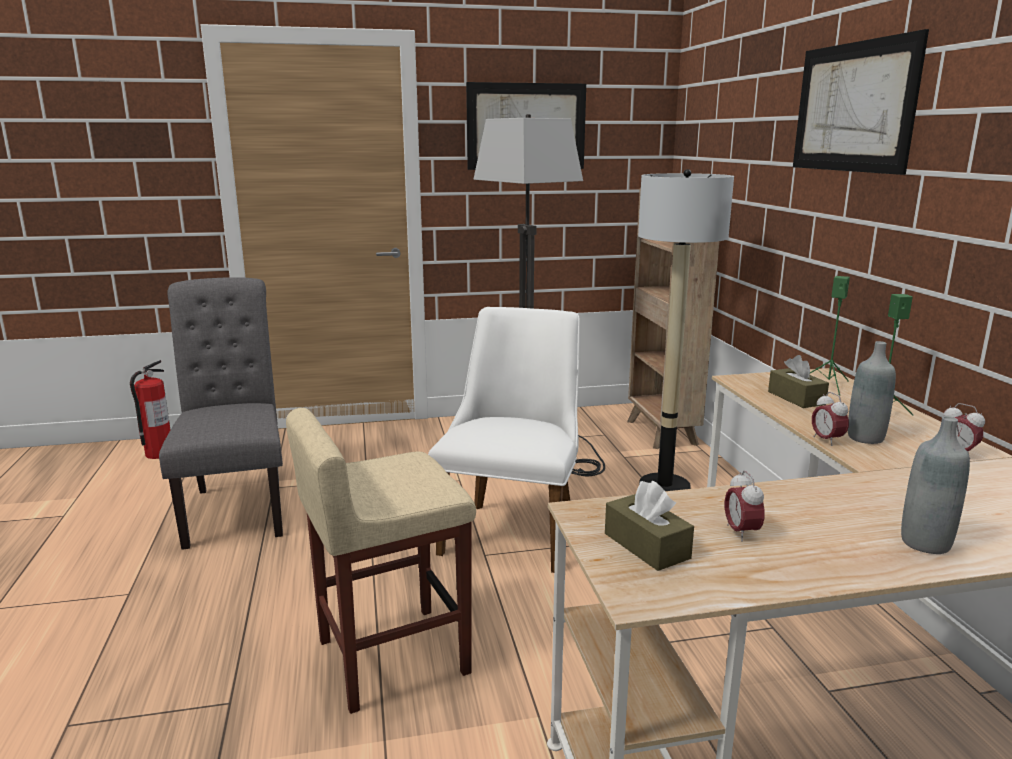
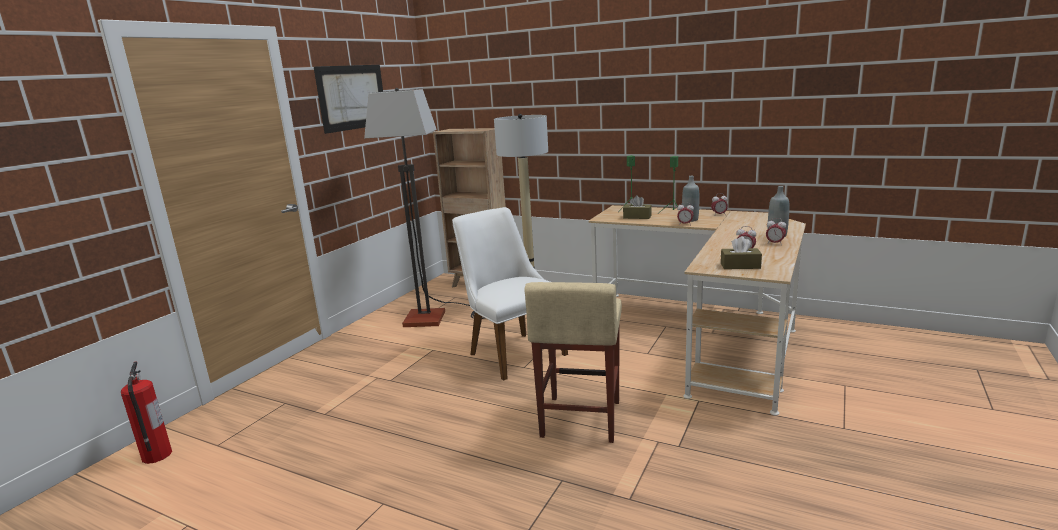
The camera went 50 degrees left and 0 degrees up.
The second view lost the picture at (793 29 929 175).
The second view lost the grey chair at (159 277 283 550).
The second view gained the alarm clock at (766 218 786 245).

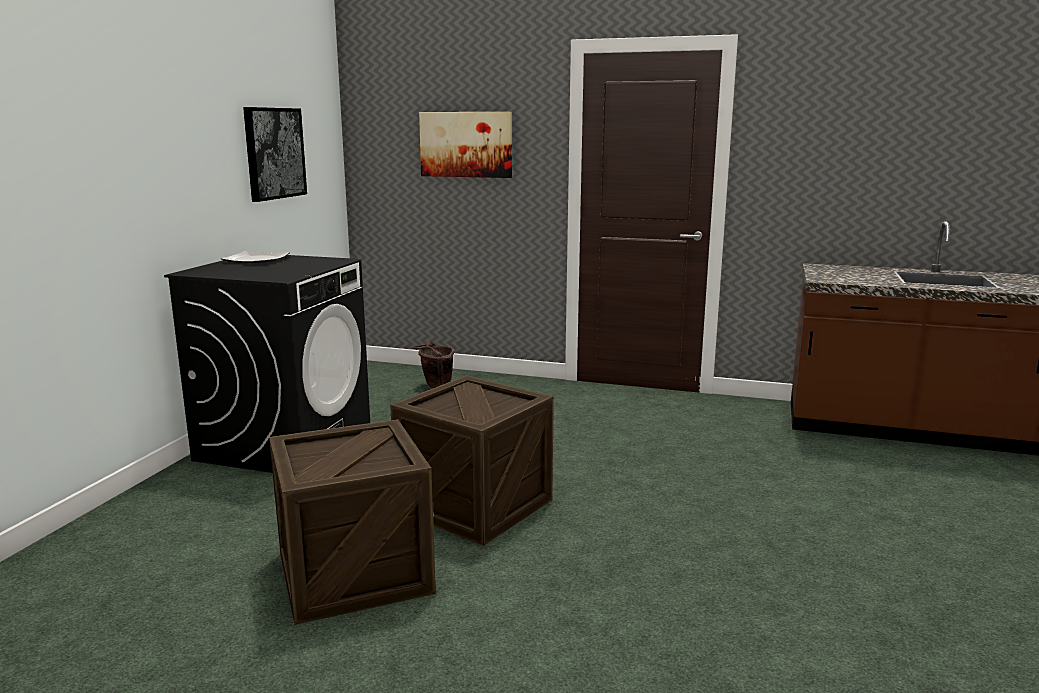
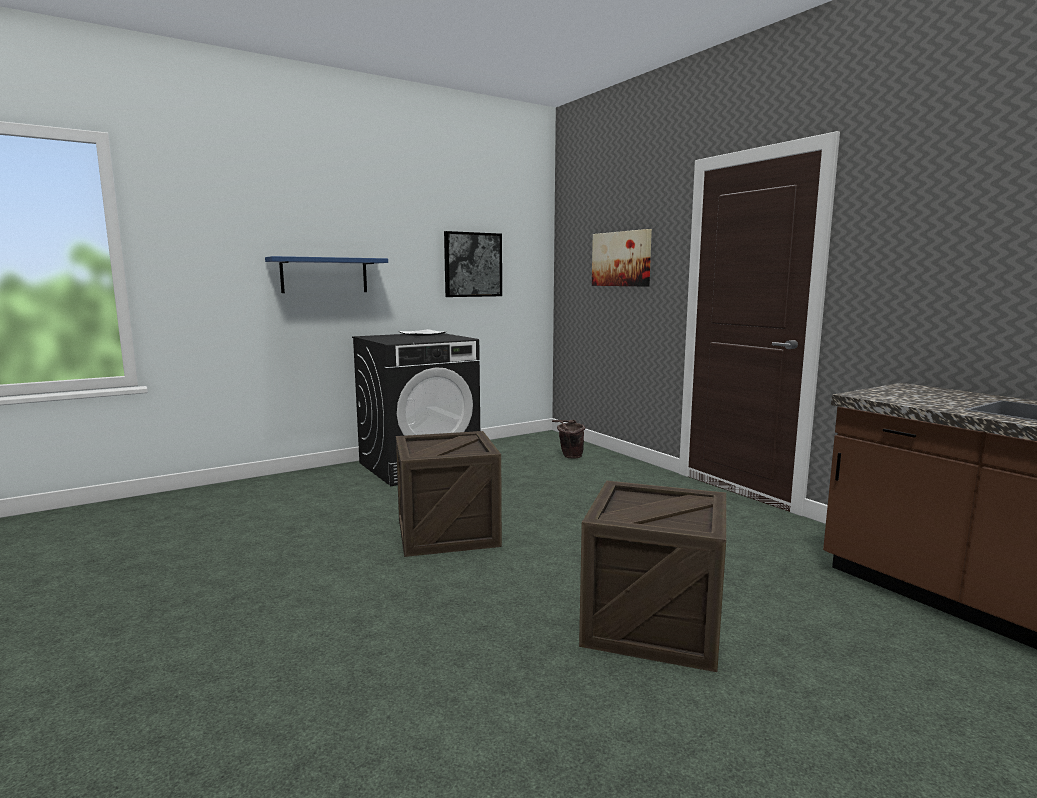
The camera went 40 degrees right and 5 degrees down.
The crate ended up elsewhere, having gone from (269 419 436 625) to (579 481 726 672).
The second view gained the blue shelf at (265 256 388 293).

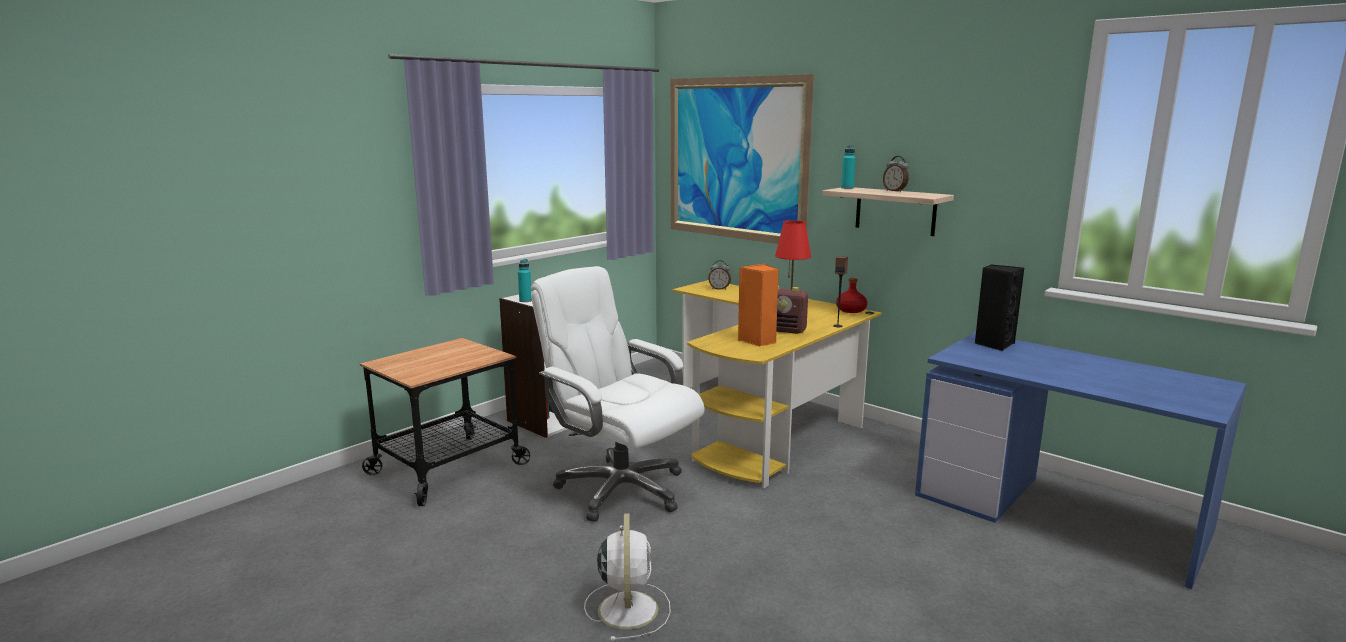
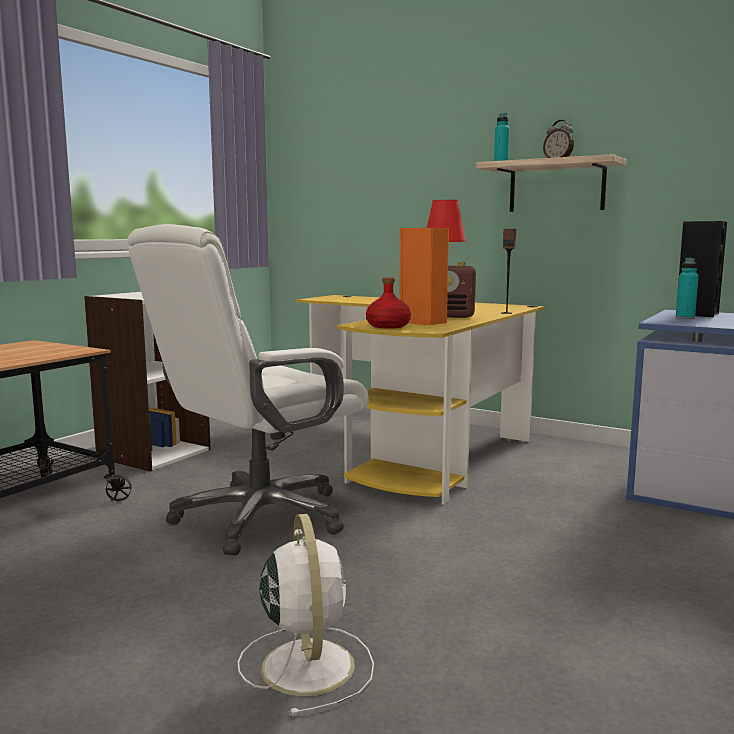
The camera went 10 degrees left and 5 degrees down.
The second view lost the picture at (671 74 814 244).
The turquoise bottle ended up elsewhere, having gone from (518 259 532 302) to (676 258 699 319).
The second view lost the alarm clock at (708 260 731 290).
The white office chair at (531 266 704 522) ended up facing another way, 75 degrees counterclockwise from before.
The red bottle ended up elsewhere, having gone from (836 278 867 313) to (366 277 411 329).

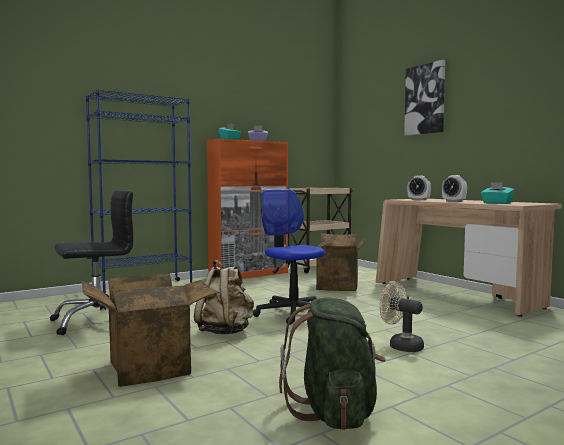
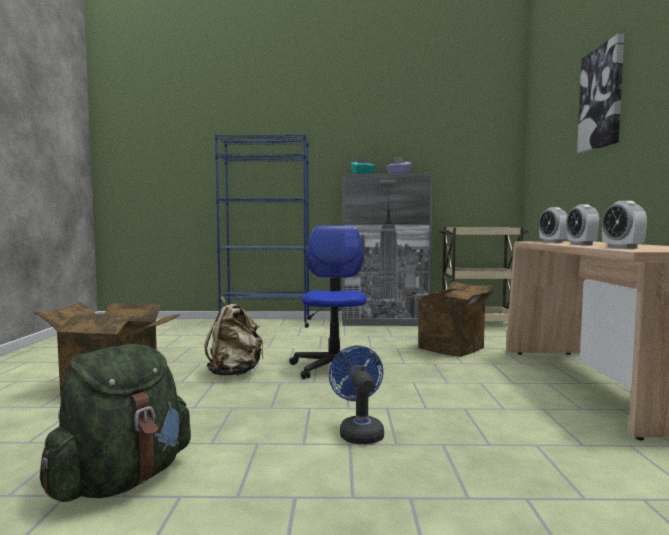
The camera went 35 degrees right and 0 degrees up.
What was the orange cabinet at (207 139 288 279) turned into the grey cabinet at (342 174 433 326).
Where the turquoise tissue box stood at (481 182 515 204), the alarm clock came to stand at (602 201 647 249).
The second view lost the black office chair at (50 190 133 335).
What was the beige fan at (379 282 424 352) turned into the blue fan at (329 345 384 445).

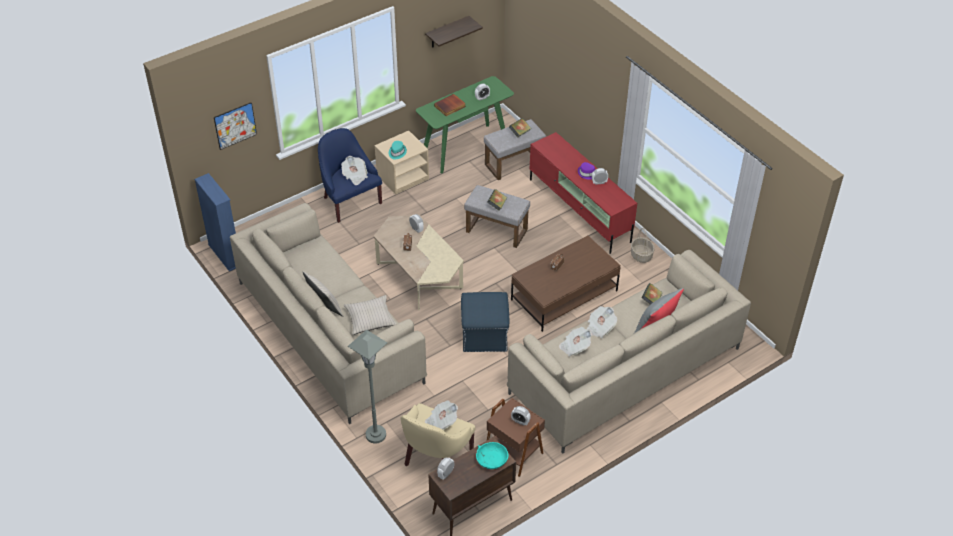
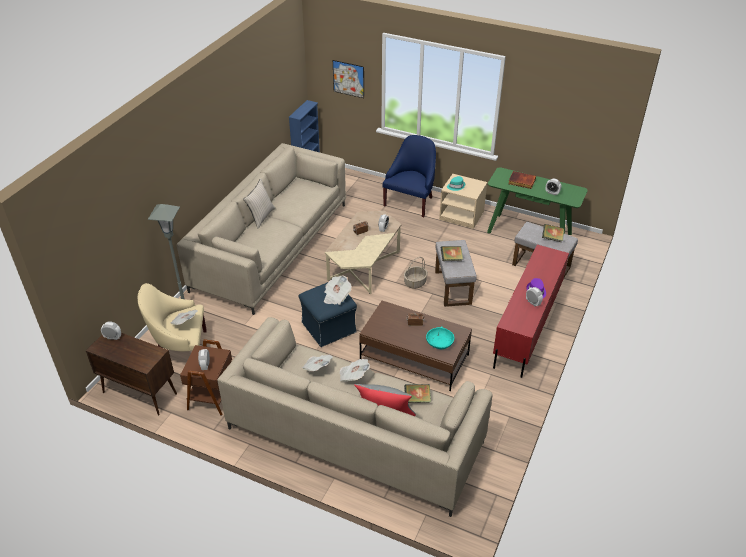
The camera went 60 degrees right and 5 degrees down.
The second view lost the shelf at (425 16 483 48).
The newspaper ended up elsewhere, having gone from (341 156 368 185) to (324 275 352 305).
The basket ended up elsewhere, having gone from (631 228 655 263) to (404 257 428 289).
The second view lost the beige pillow at (344 295 396 335).
The turquoise bowl ended up elsewhere, having gone from (476 442 508 469) to (426 326 454 349).

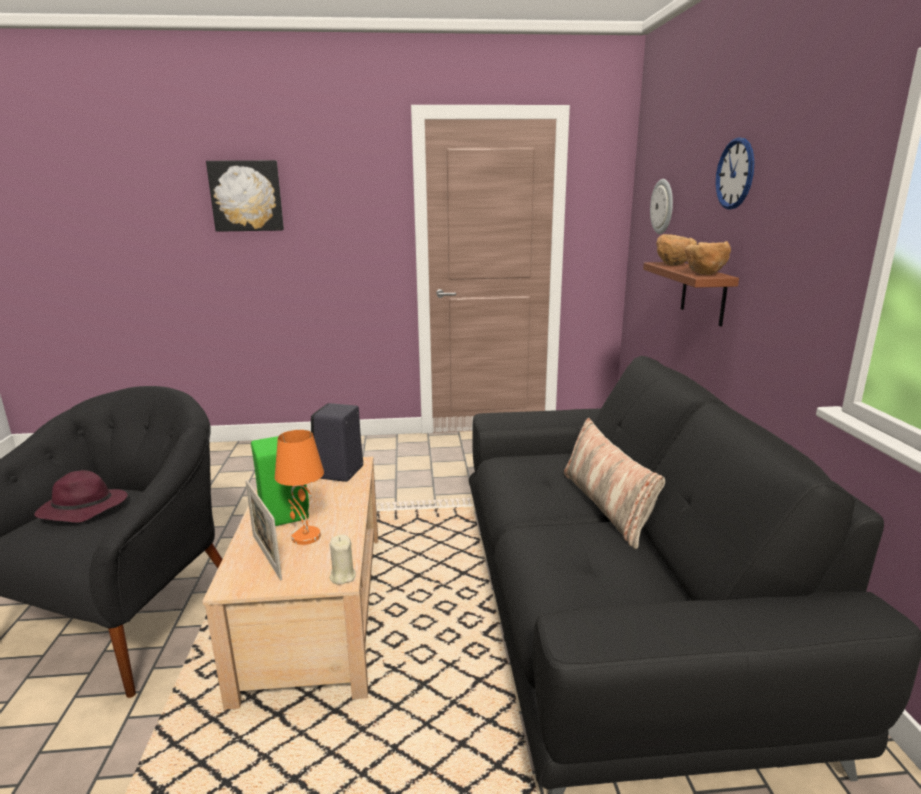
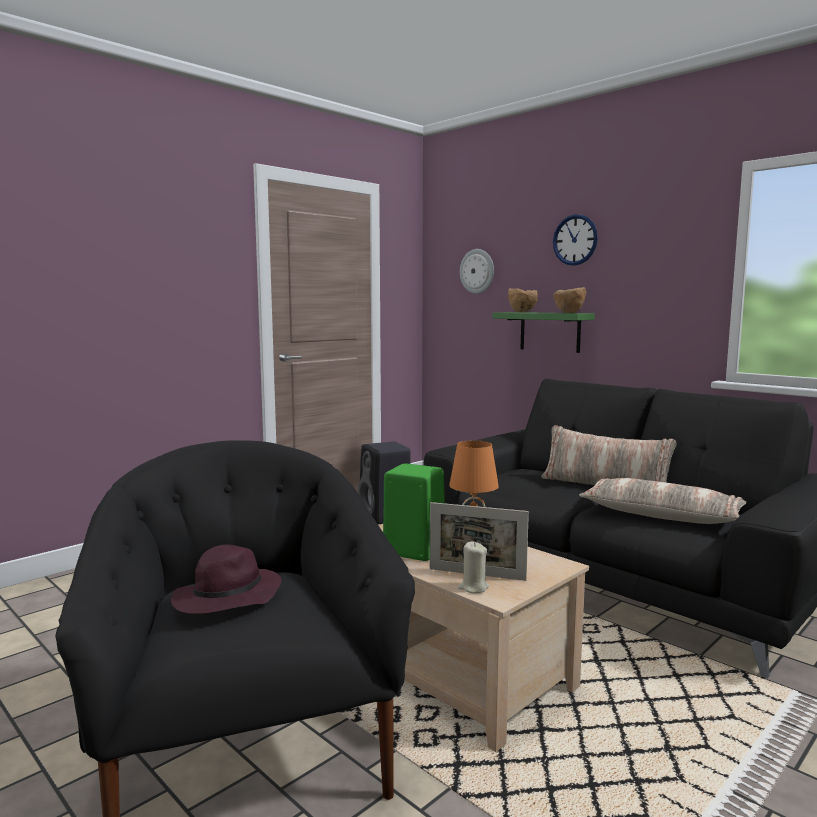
The camera went 40 degrees left and 10 degrees down.
The second view lost the picture at (206 160 284 232).
What was the brown shelf at (643 262 739 327) turned into the green shelf at (492 312 595 353).
The beige candle ended up elsewhere, having gone from (330 535 356 585) to (458 541 489 593).
The second view gained the pillow at (579 478 746 524).

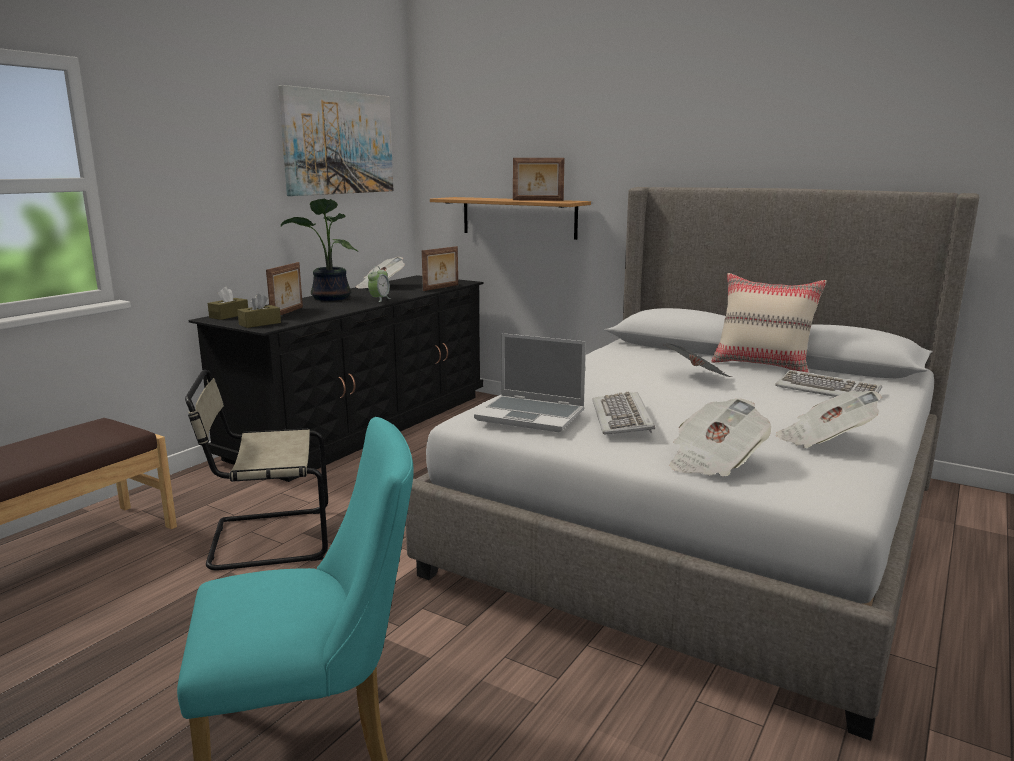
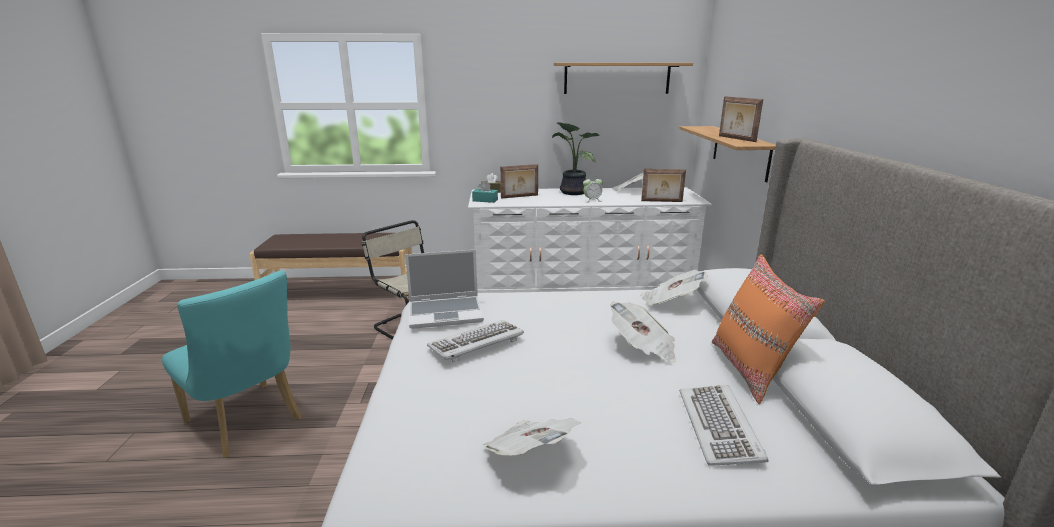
The camera went 55 degrees right and 5 degrees up.
Where the picture hung at (278 85 393 196), the shelf came to hang at (554 63 693 94).
What was the beige pillow at (711 273 827 373) turned into the orange pillow at (712 254 825 404).
What was the black dresser at (189 275 484 482) turned into the white dresser at (468 187 712 293).
What was the brown tissue box at (237 294 281 328) turned into the turquoise tissue box at (472 181 498 203).
The laptop at (474 333 586 432) ended up facing another way, 90 degrees counterclockwise from before.
The newspaper ended up elsewhere, having gone from (669 399 771 476) to (640 270 708 306).

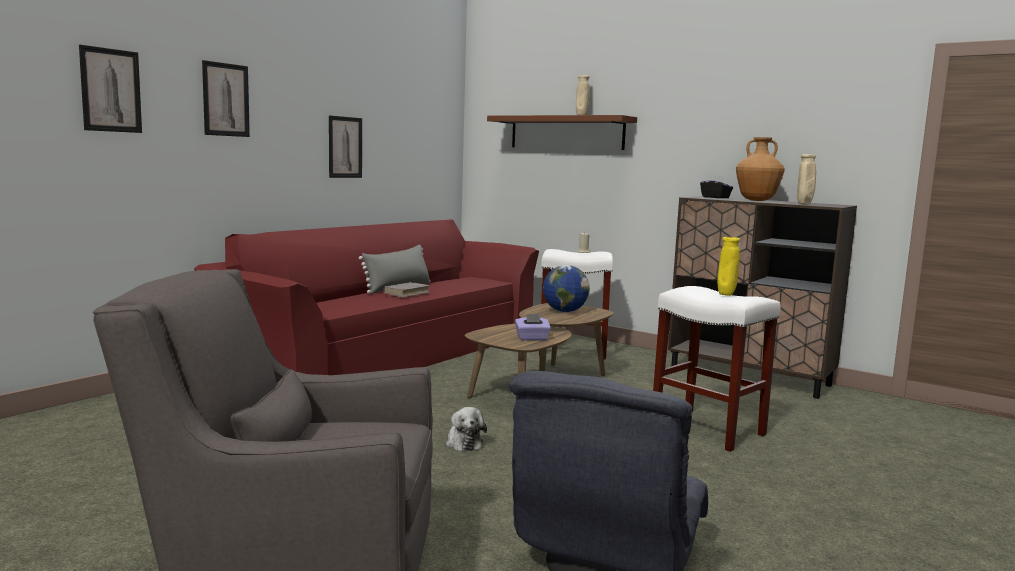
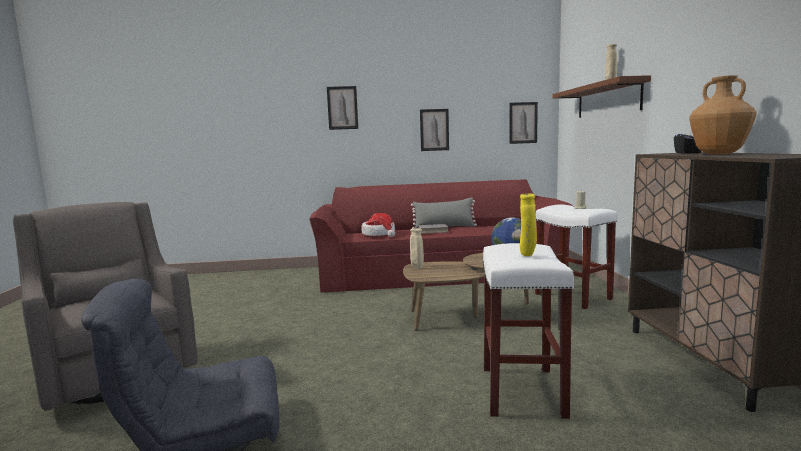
The camera went 50 degrees right and 0 degrees up.
The picture ended up elsewhere, having gone from (79 45 142 133) to (509 102 538 144).
The beige vase ended up elsewhere, having gone from (797 154 816 205) to (410 228 424 269).
The second view lost the purple tissue box at (515 314 551 340).
The second view lost the plush toy at (446 407 487 452).
The second view gained the hat at (362 213 395 237).

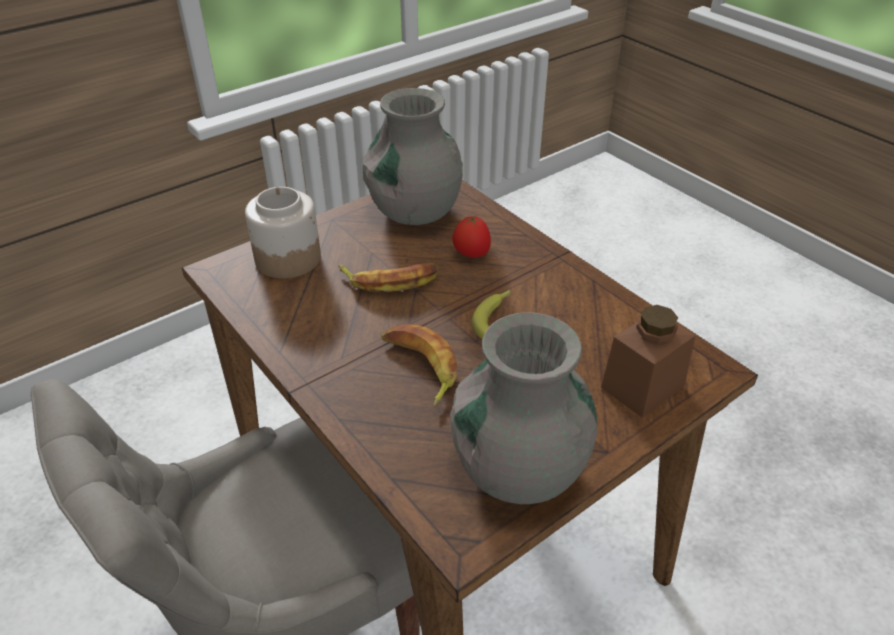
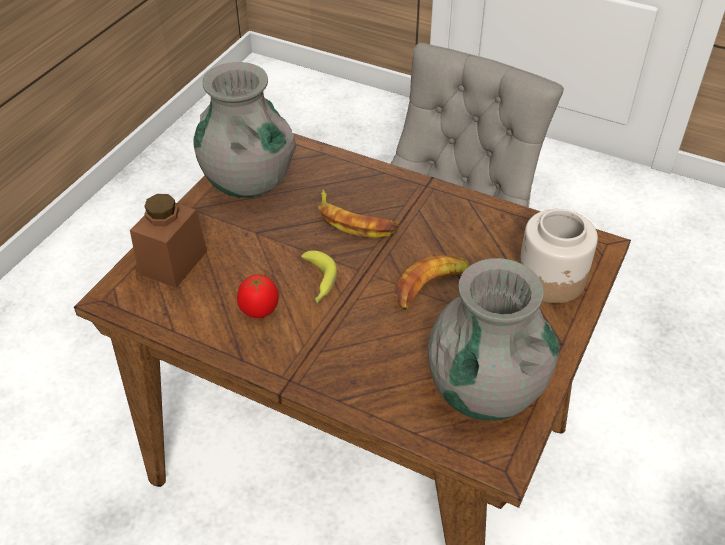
The camera went 155 degrees right and 5 degrees up.
The tomato ended up elsewhere, having gone from (452 216 491 258) to (237 274 279 318).

